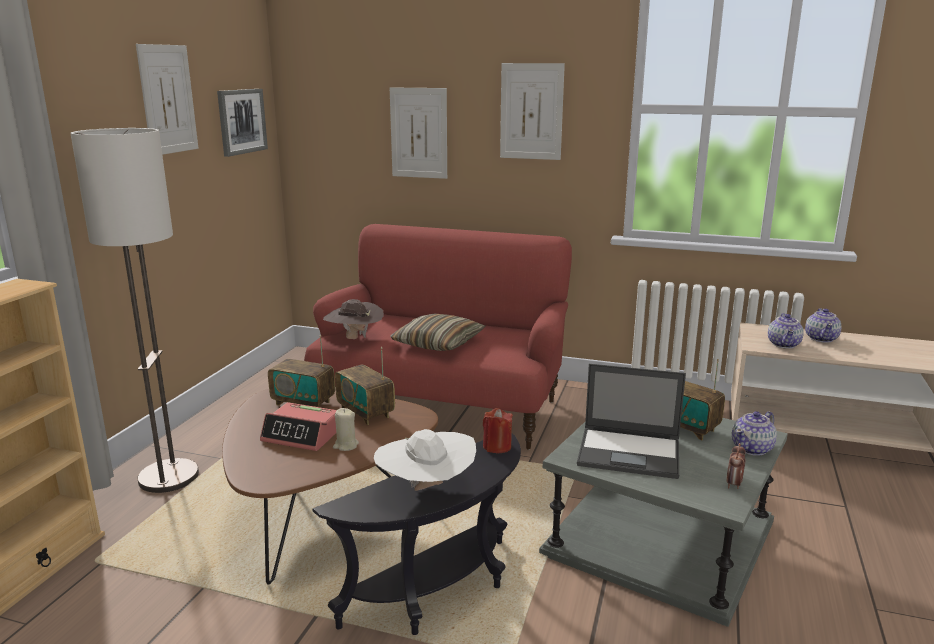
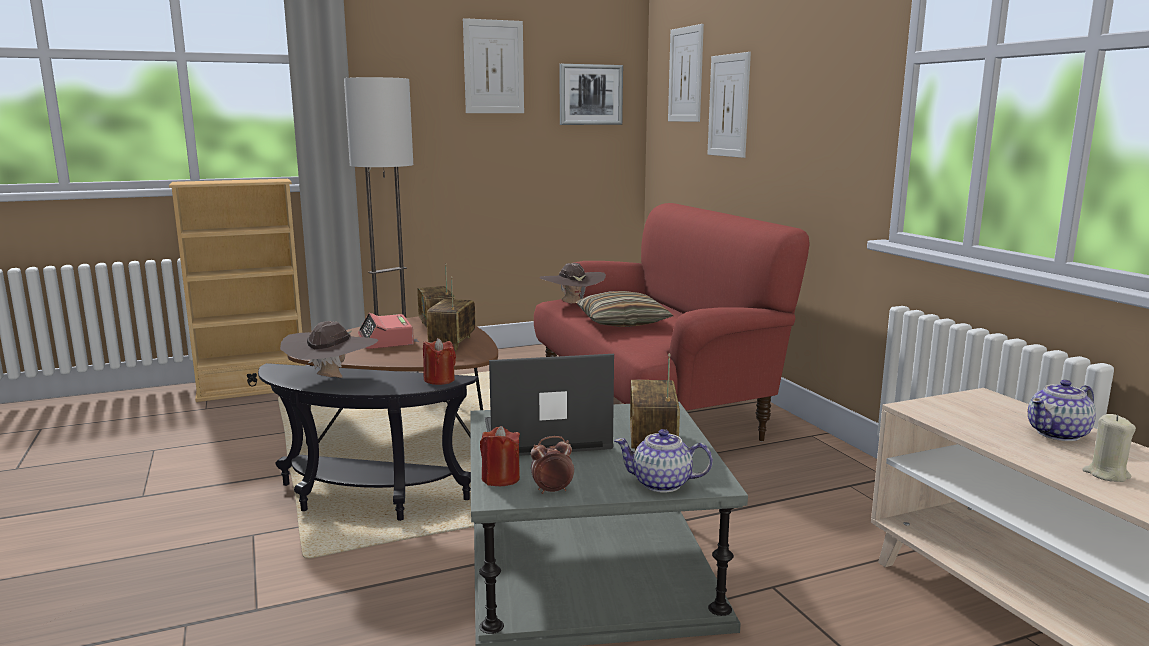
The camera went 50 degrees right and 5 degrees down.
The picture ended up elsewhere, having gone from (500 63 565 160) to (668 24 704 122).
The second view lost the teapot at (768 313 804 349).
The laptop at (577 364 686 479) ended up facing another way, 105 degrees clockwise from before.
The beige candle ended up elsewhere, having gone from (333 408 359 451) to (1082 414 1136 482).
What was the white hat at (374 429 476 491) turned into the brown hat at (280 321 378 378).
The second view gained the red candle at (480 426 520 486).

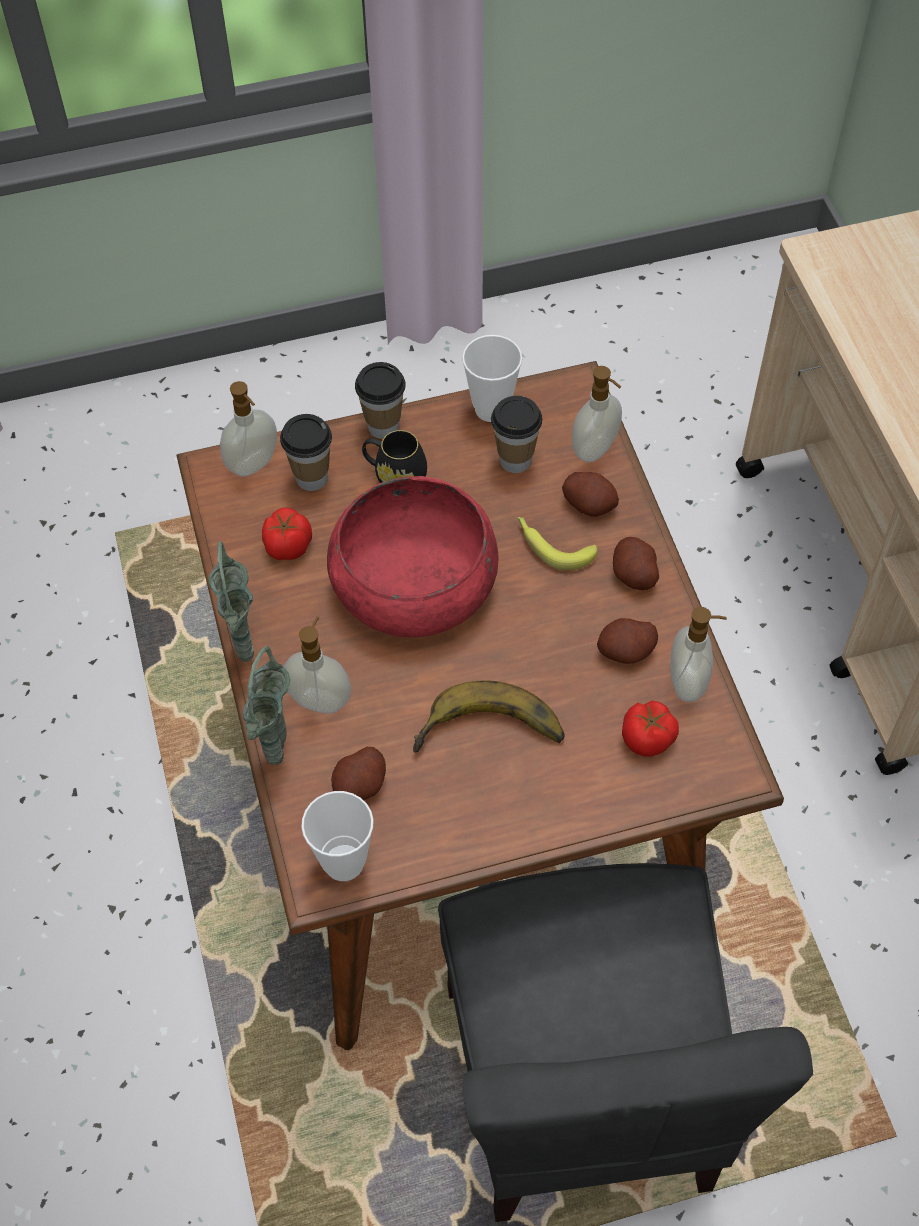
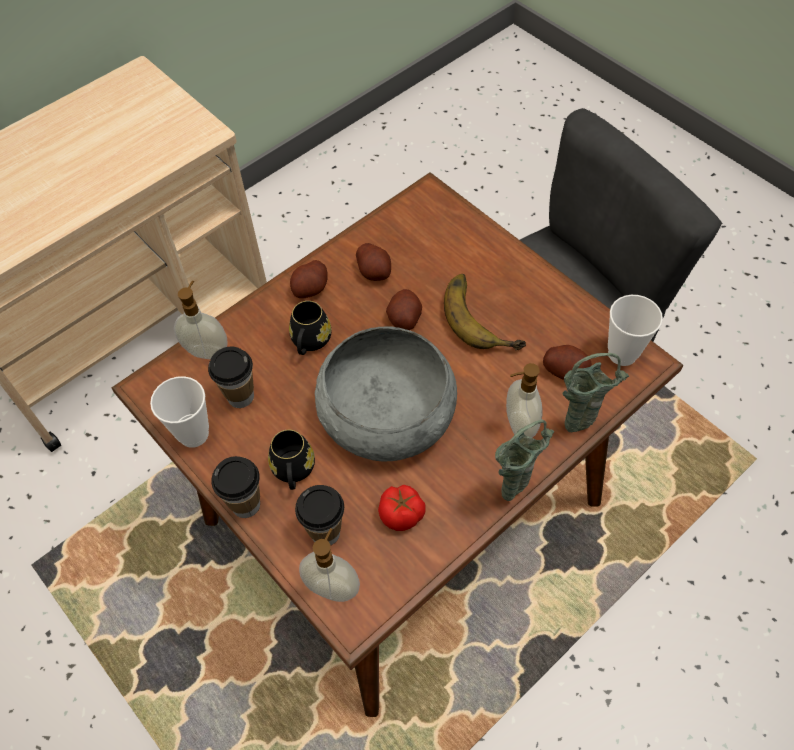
The camera went 115 degrees left and 0 degrees up.
The potato ended up elsewhere, having gone from (562 472 619 517) to (386 289 422 330).
What was the red bowl at (327 476 498 637) turned into the grey bowl at (315 326 457 461).
Where the banana stood at (517 517 597 571), the black mug came to stand at (289 301 331 355).
The second view lost the soap dispenser at (670 607 727 702).
The second view lost the tomato at (622 700 679 757).

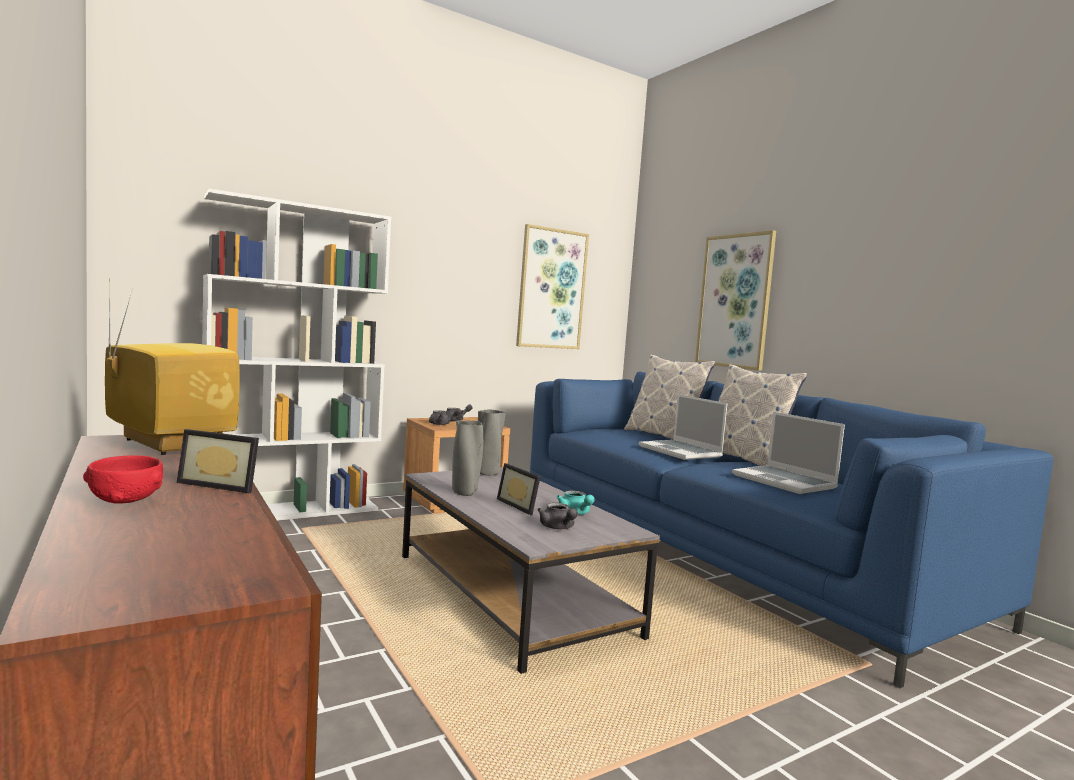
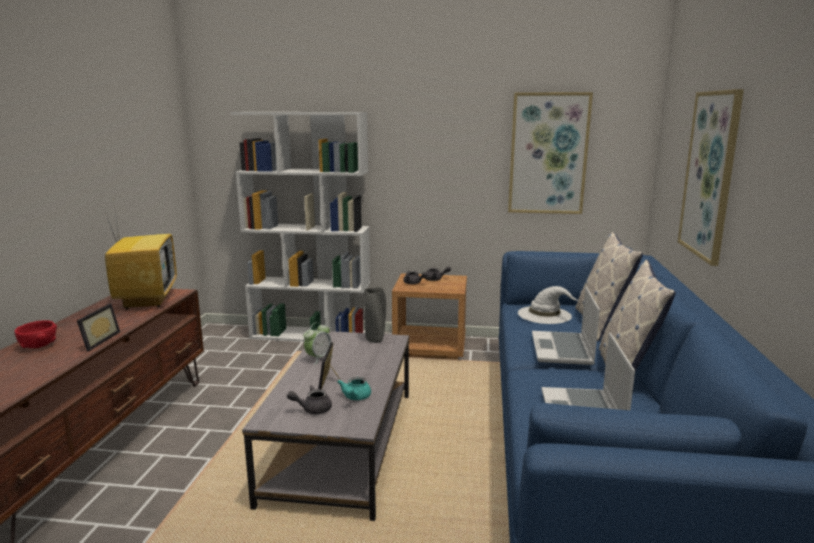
The camera went 40 degrees right and 10 degrees up.
Where the grey vase stood at (452 421 483 496), the alarm clock came to stand at (303 322 332 365).
The picture frame at (177 429 259 493) ended up facing another way, 135 degrees counterclockwise from before.
The grey teapot at (538 503 578 529) ended up facing another way, 60 degrees clockwise from before.
The second view gained the white hat at (518 286 579 324).

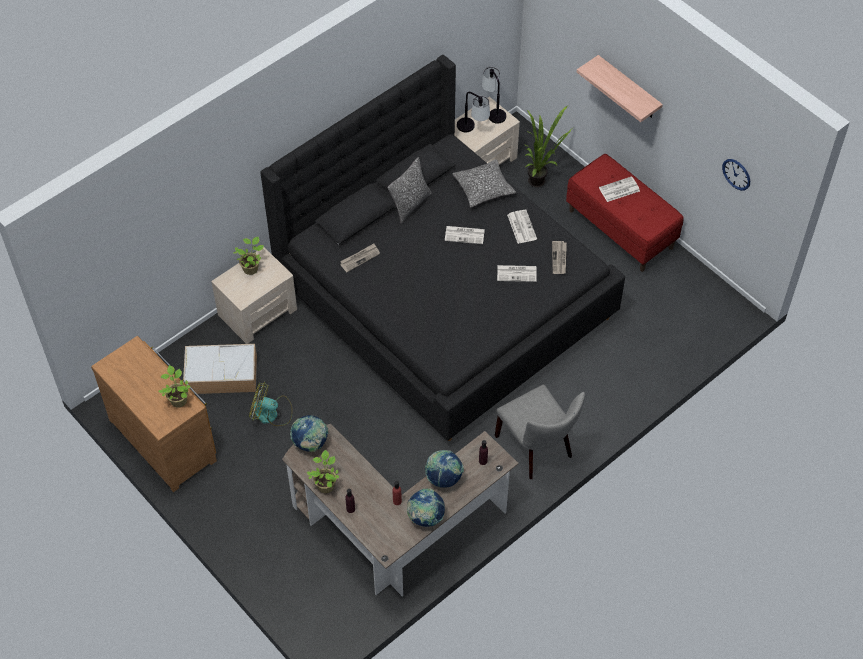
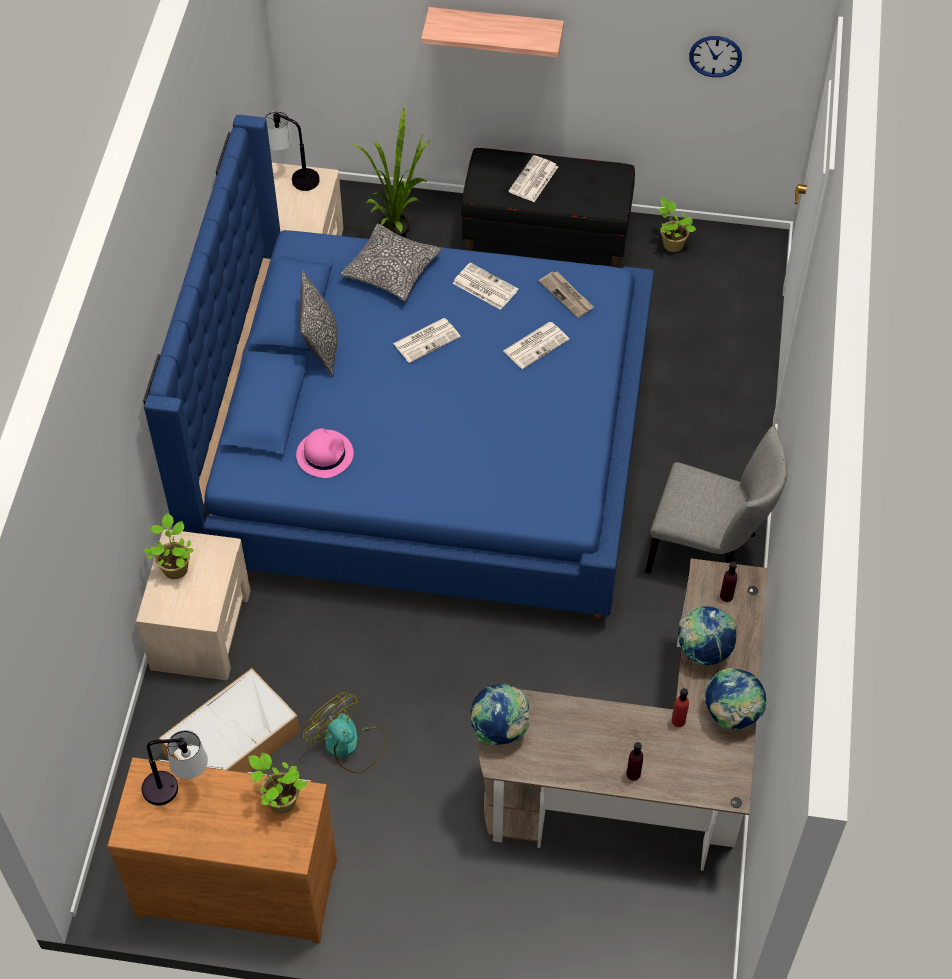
The camera went 40 degrees left and 0 degrees up.
What was the black bed at (260 55 625 441) turned into the blue bed at (143 115 654 618).
The table lamp ended up elsewhere, having gone from (457 92 490 132) to (142 730 208 806).
What was the red bench at (566 154 684 272) turned into the black bench at (461 148 635 268).
Where the newspaper stood at (340 243 380 272), the pink hat came to stand at (296 428 354 478).
The fan at (249 382 293 426) ended up facing another way, 75 degrees clockwise from before.
The potted plant ended up elsewhere, having gone from (307 450 339 493) to (659 197 696 252).

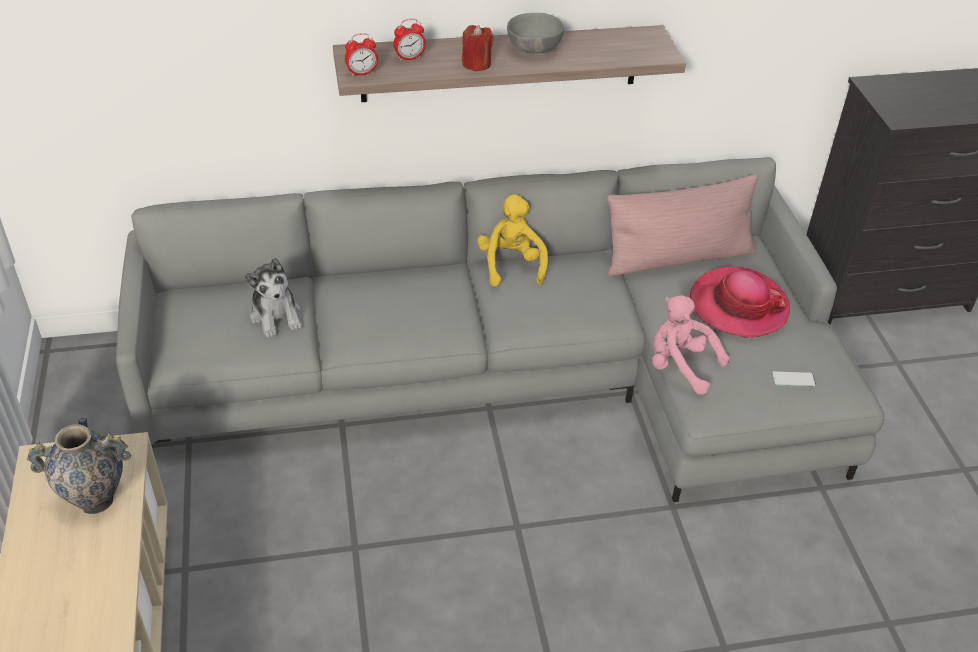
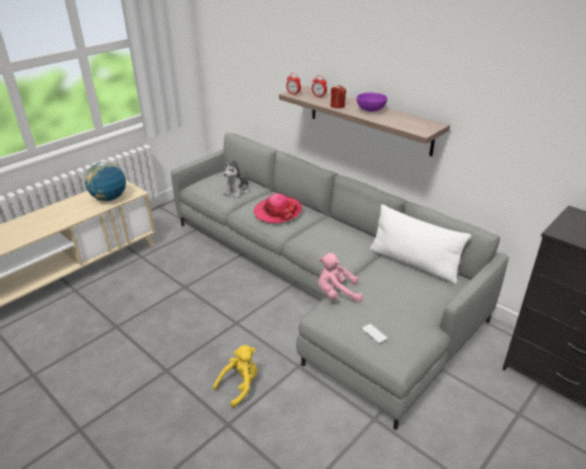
The camera went 55 degrees right and 10 degrees down.
What was the grey bowl at (507 13 564 53) turned into the purple bowl at (357 93 387 112).
What was the pink pillow at (607 174 758 277) turned into the white pillow at (369 204 471 284).
The yellow plush toy ended up elsewhere, having gone from (477 194 548 287) to (213 345 257 408).
The hat ended up elsewhere, having gone from (690 266 790 338) to (254 193 302 224).
The pink plush toy at (652 295 730 395) ended up facing another way, 90 degrees counterclockwise from before.
Where the vase stood at (27 418 131 514), the globe came to stand at (85 162 126 201).

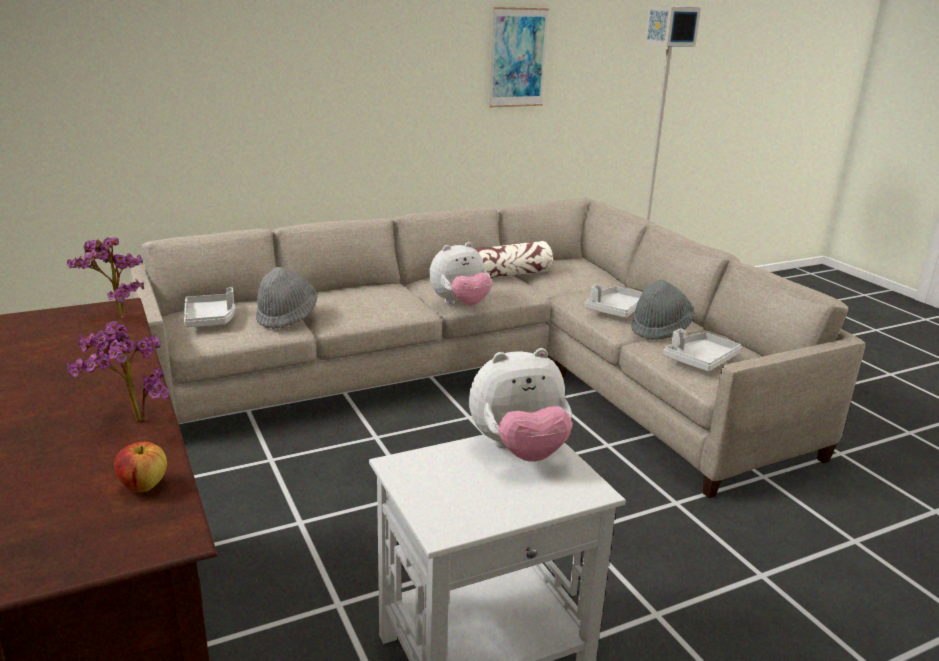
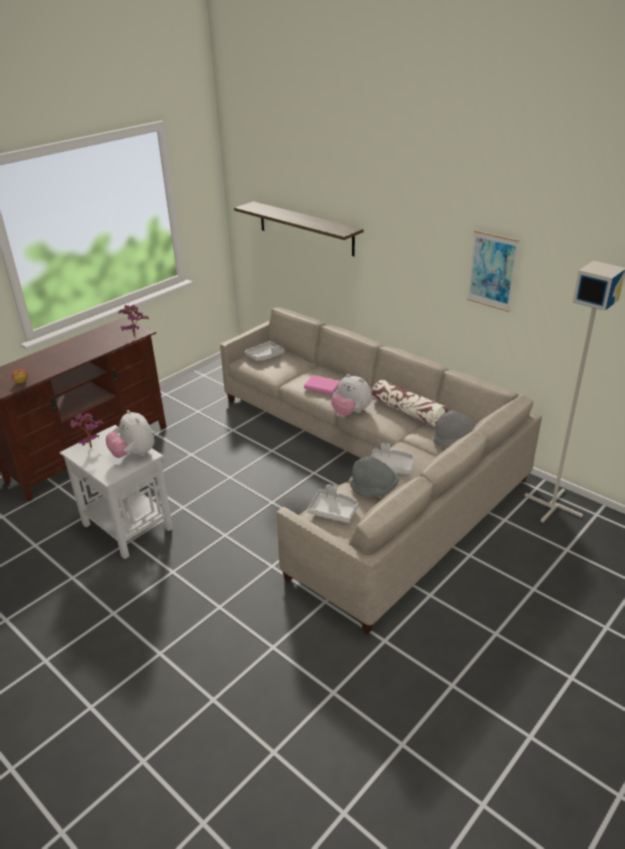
The camera went 70 degrees right and 10 degrees up.
The grey hat ended up elsewhere, having gone from (256 267 317 329) to (433 410 476 447).
The potted plant ended up elsewhere, having gone from (67 321 169 421) to (70 413 104 448).
The second view gained the shelf at (234 201 364 256).
The second view gained the pink book at (304 375 340 395).

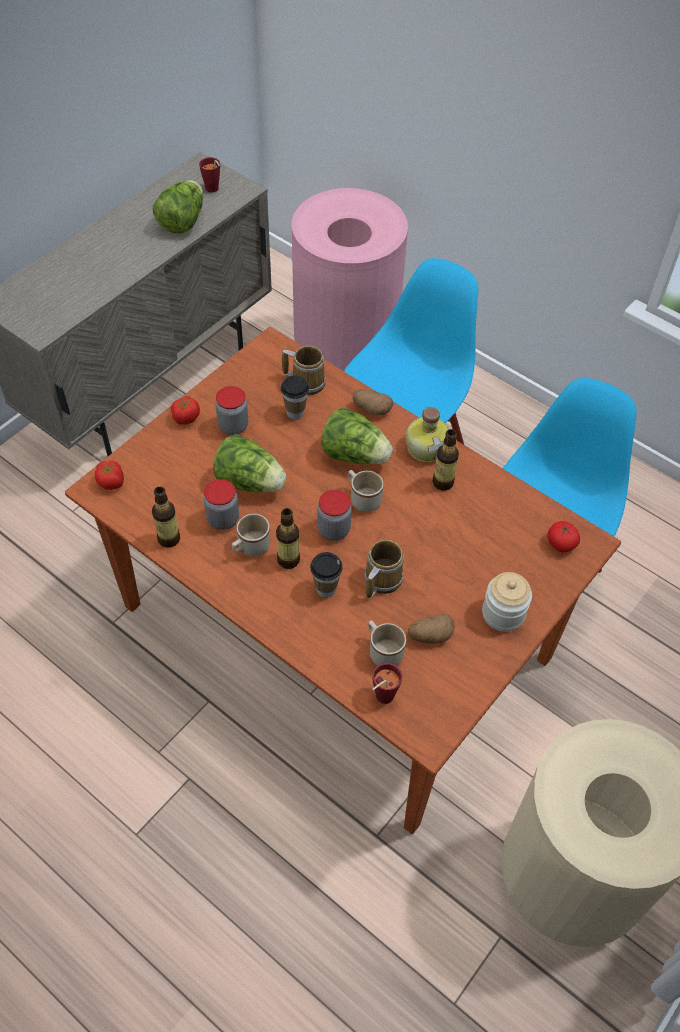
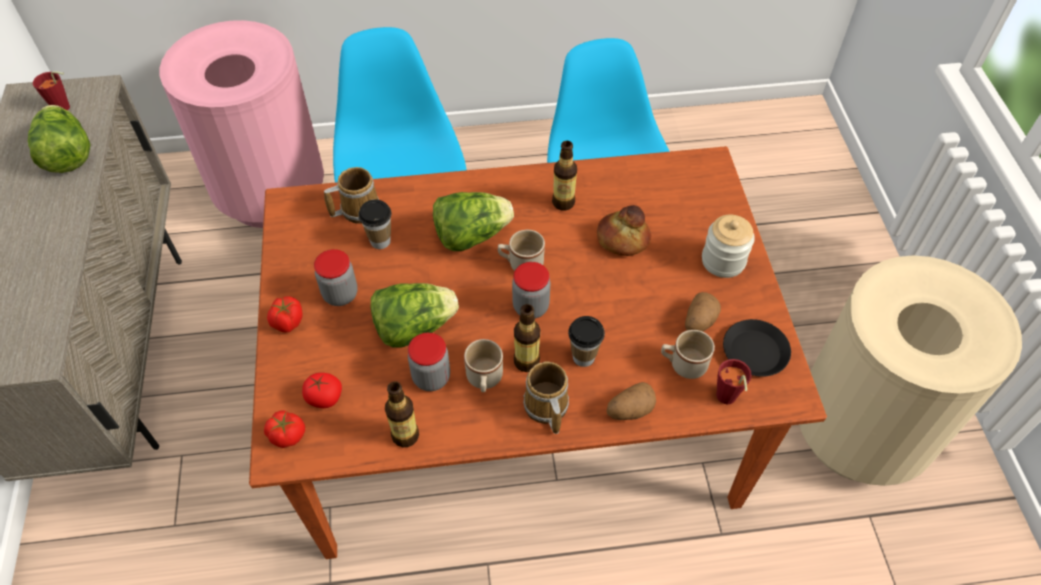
The camera went 45 degrees left and 0 degrees up.
The potato ended up elsewhere, having gone from (353 389 393 416) to (607 382 656 420).
The second view lost the bottle at (406 407 449 462).
The tomato ended up elsewhere, having gone from (547 521 580 553) to (302 373 342 408).
The mug ended up elsewhere, having gone from (364 540 404 599) to (523 362 569 434).
The second view gained the bread at (597 205 651 256).
The second view gained the black plate at (723 319 791 377).

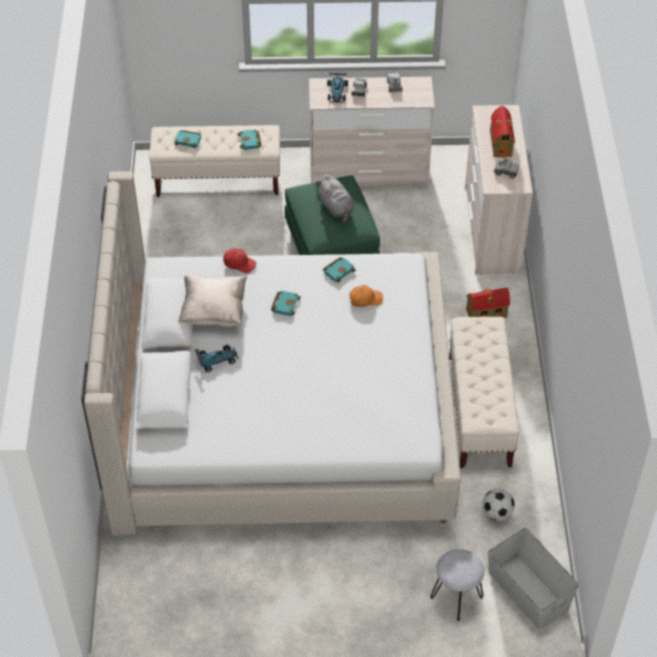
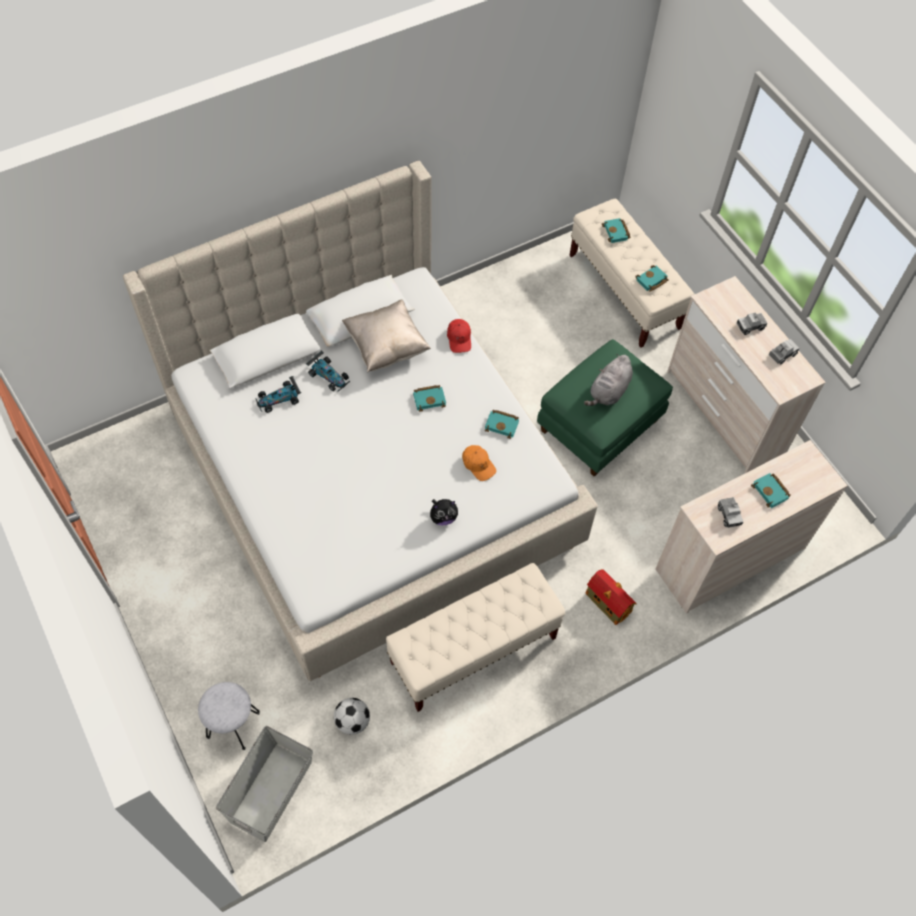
The camera went 60 degrees right and 10 degrees up.
The toy car ended up elsewhere, having gone from (327 72 348 103) to (255 376 301 413).
Where the toy house stood at (490 106 515 157), the turquoise book came to stand at (751 473 791 508).
The second view gained the plush toy at (430 499 458 525).

